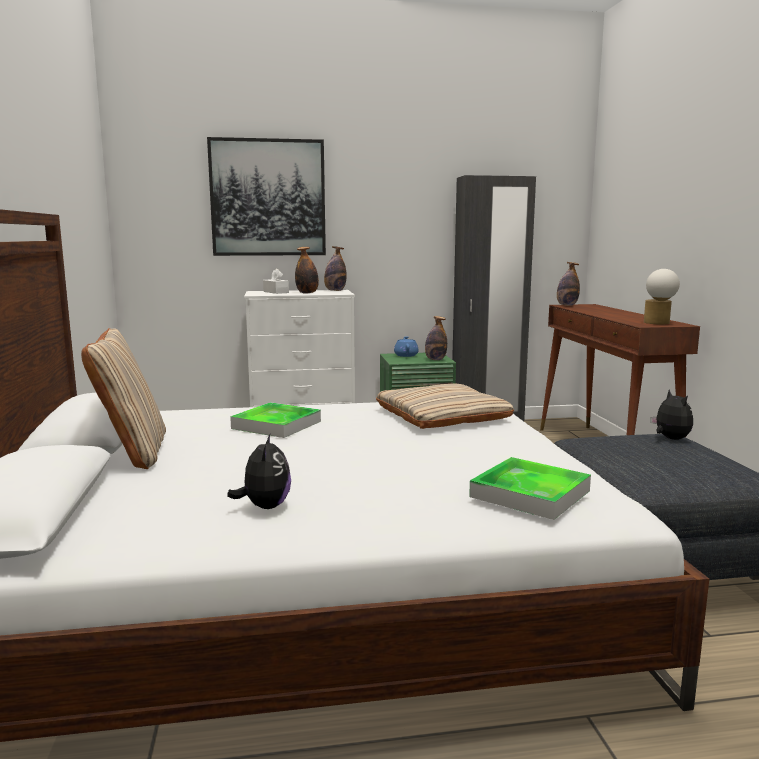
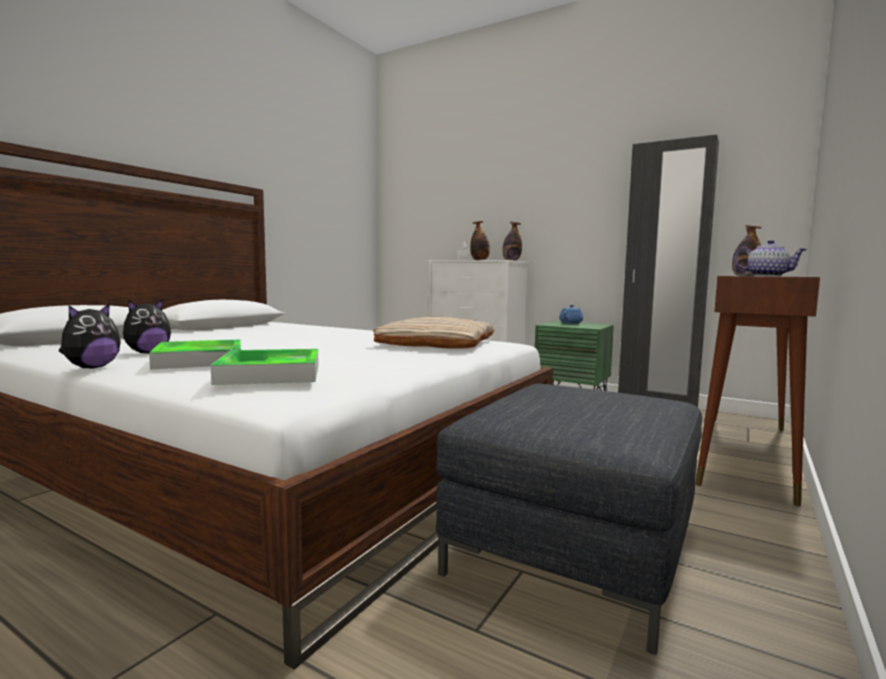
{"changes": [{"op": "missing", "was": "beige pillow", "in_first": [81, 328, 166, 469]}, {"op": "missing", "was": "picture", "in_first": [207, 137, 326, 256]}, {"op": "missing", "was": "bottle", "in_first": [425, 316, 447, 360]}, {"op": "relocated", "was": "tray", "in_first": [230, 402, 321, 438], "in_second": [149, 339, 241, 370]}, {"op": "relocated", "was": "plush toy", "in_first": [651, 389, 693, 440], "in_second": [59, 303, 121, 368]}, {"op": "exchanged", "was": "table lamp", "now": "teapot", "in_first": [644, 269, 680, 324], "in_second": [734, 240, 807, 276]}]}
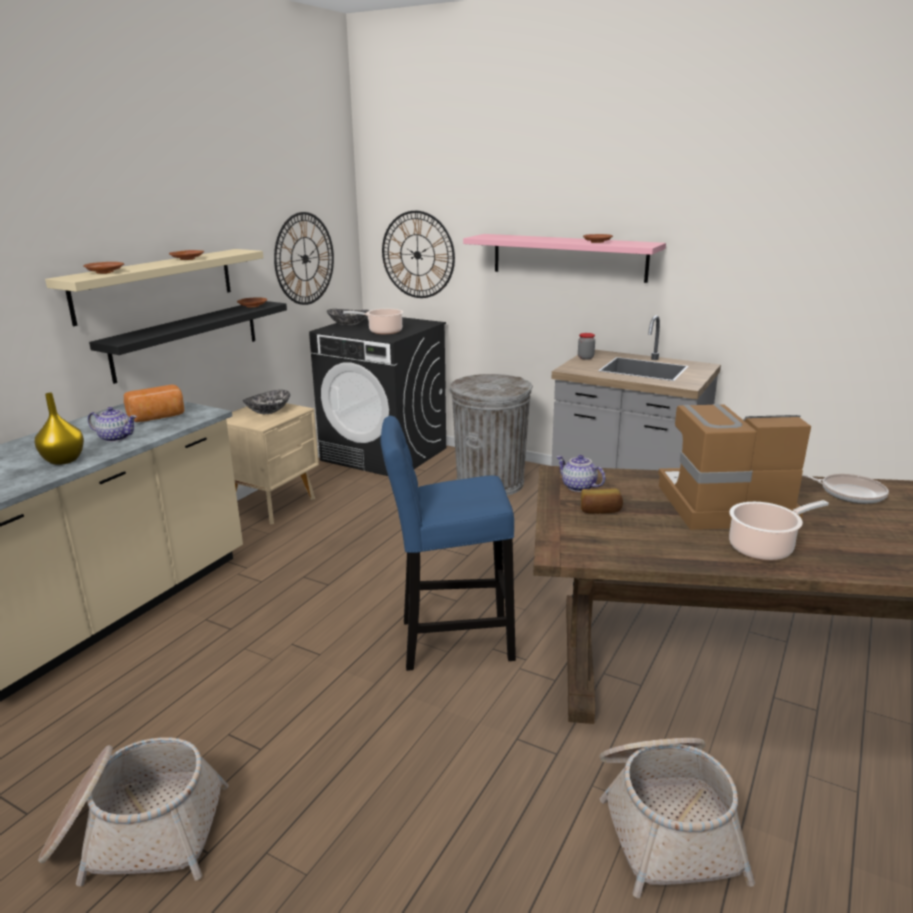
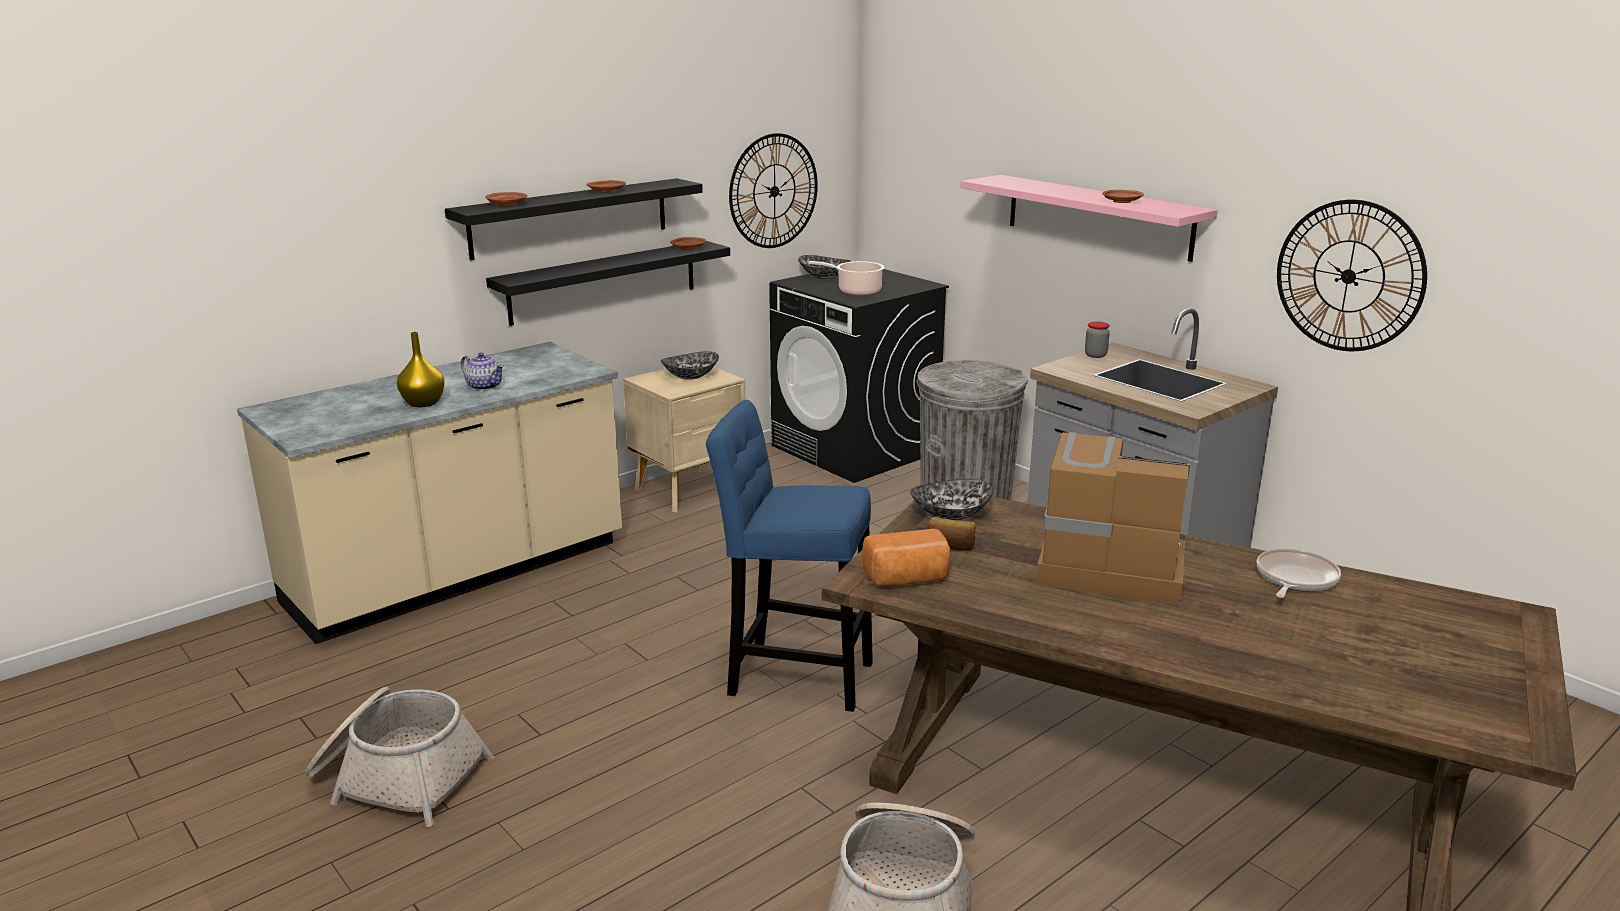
{"changes": [{"op": "missing", "was": "cooking pot", "in_first": [729, 500, 829, 561]}, {"op": "relocated", "was": "bread", "in_first": [124, 385, 184, 422], "in_second": [862, 529, 951, 586]}, {"op": "relocated", "was": "wall clock", "in_first": [382, 211, 455, 298], "in_second": [1277, 200, 1427, 351]}, {"op": "exchanged", "was": "teapot", "now": "bowl", "in_first": [556, 455, 606, 492], "in_second": [910, 479, 993, 520]}, {"op": "colour", "was": "beige shelf", "now": "black shelf", "in_first": [45, 249, 263, 326], "in_second": [445, 178, 703, 260]}, {"op": "spun", "was": "frying pan", "in_first": [802, 474, 889, 504], "in_second": [1257, 548, 1341, 598], "clockwise": -105}]}
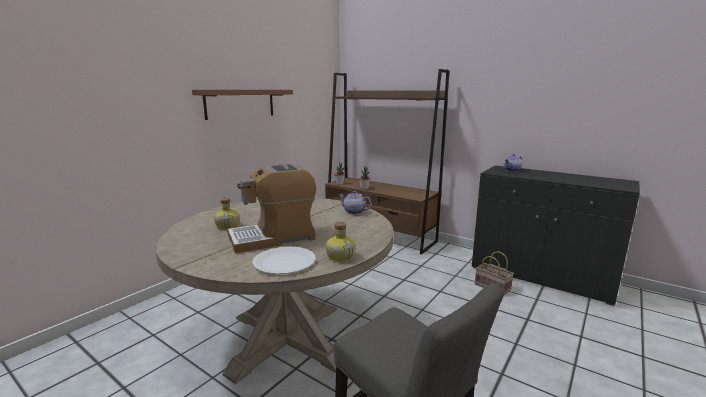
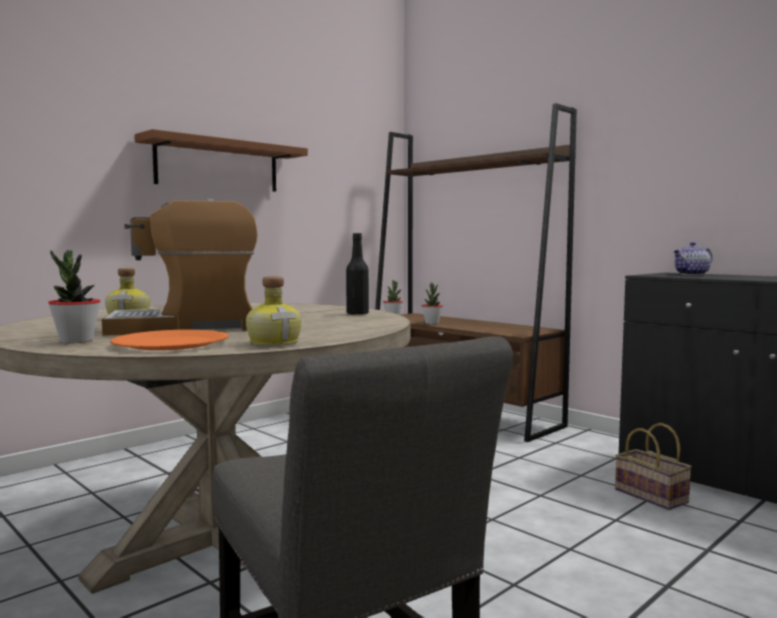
{"changes": [{"op": "appeared", "now": "potted plant", "in_second": [48, 250, 100, 343]}, {"op": "exchanged", "was": "teapot", "now": "black bottle", "in_first": [338, 191, 372, 214], "in_second": [346, 233, 369, 315]}, {"op": "colour", "was": "white plate", "now": "orange plate", "in_first": [252, 246, 316, 274], "in_second": [110, 330, 228, 350]}]}
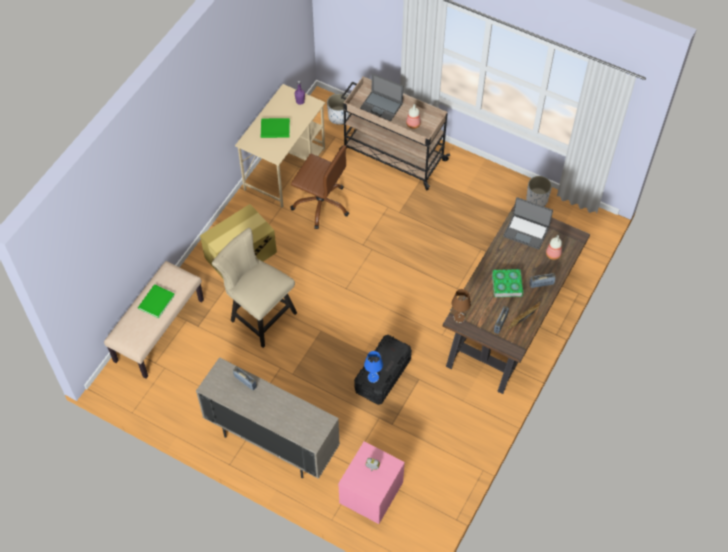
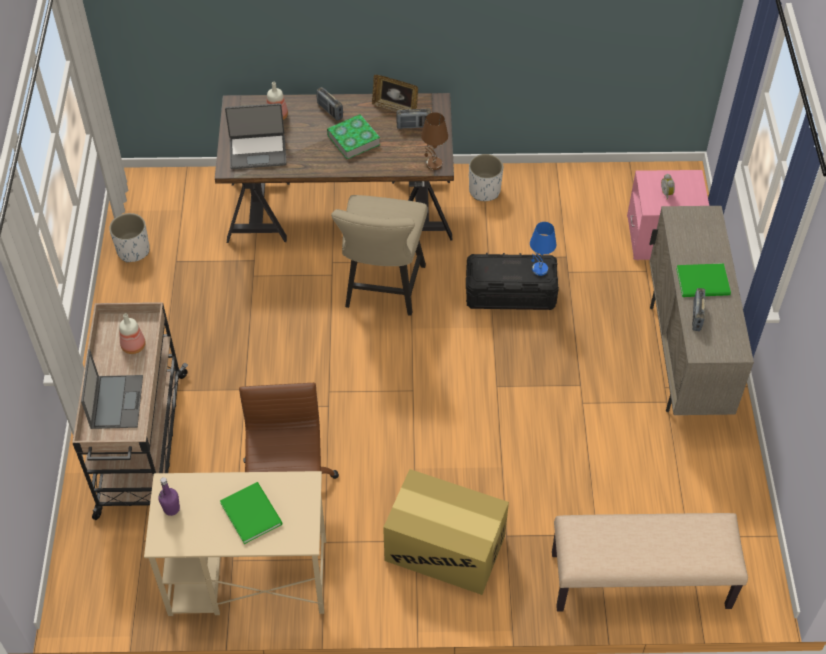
{"changes": [{"op": "relocated", "was": "green book", "in_first": [138, 284, 175, 318], "in_second": [676, 263, 731, 297]}, {"op": "relocated", "was": "beige chair", "in_first": [212, 228, 297, 348], "in_second": [331, 195, 427, 316]}, {"op": "relocated", "was": "white planter", "in_first": [327, 94, 349, 125], "in_second": [469, 154, 503, 201]}, {"op": "spun", "was": "laptop", "in_first": [503, 197, 553, 249], "in_second": [225, 103, 287, 169], "clockwise": 90}]}
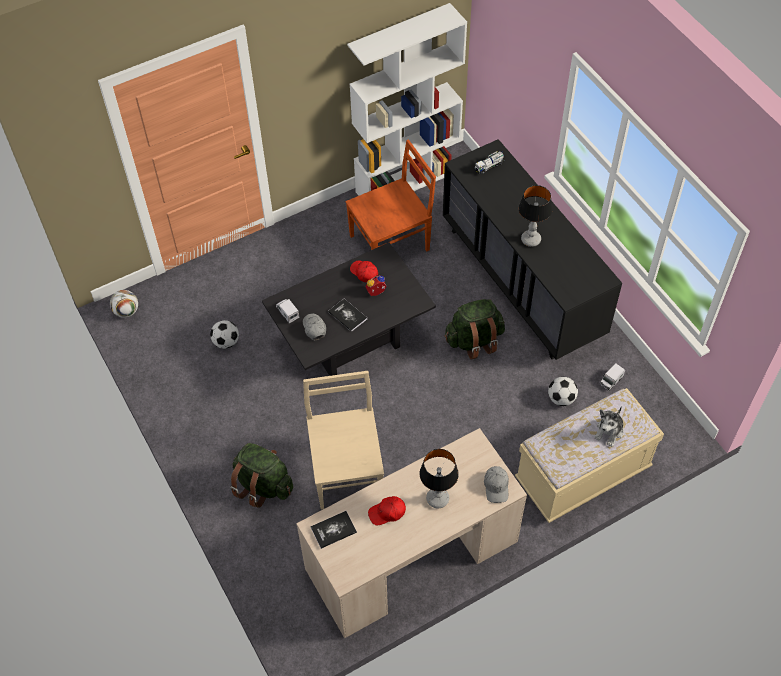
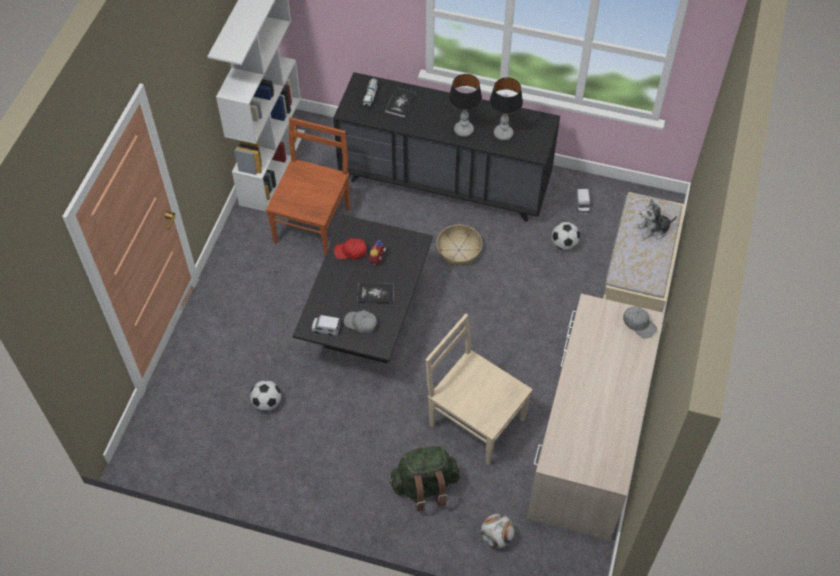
{"changes": [{"op": "missing", "was": "red cap", "in_first": [368, 496, 406, 525]}, {"op": "relocated", "was": "football", "in_first": [110, 290, 138, 318], "in_second": [481, 514, 515, 548]}, {"op": "relocated", "was": "book", "in_first": [310, 511, 357, 549], "in_second": [385, 88, 417, 117]}, {"op": "relocated", "was": "table lamp", "in_first": [420, 449, 459, 508], "in_second": [490, 77, 523, 141]}, {"op": "exchanged", "was": "green backpack", "now": "basket", "in_first": [445, 299, 505, 360], "in_second": [436, 225, 482, 265]}, {"op": "spun", "was": "plush toy", "in_first": [594, 406, 624, 447], "in_second": [637, 198, 677, 240], "clockwise": 90}]}
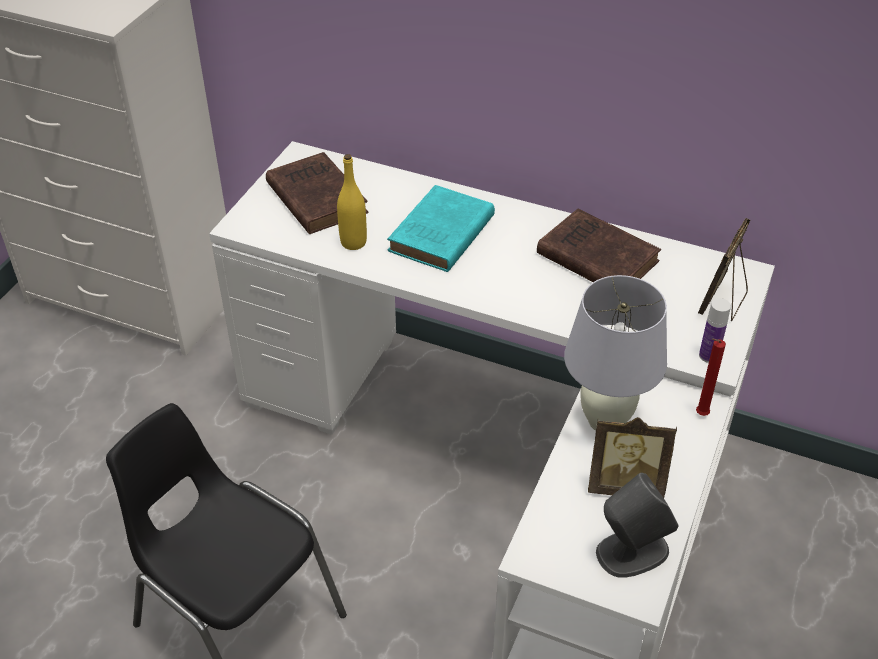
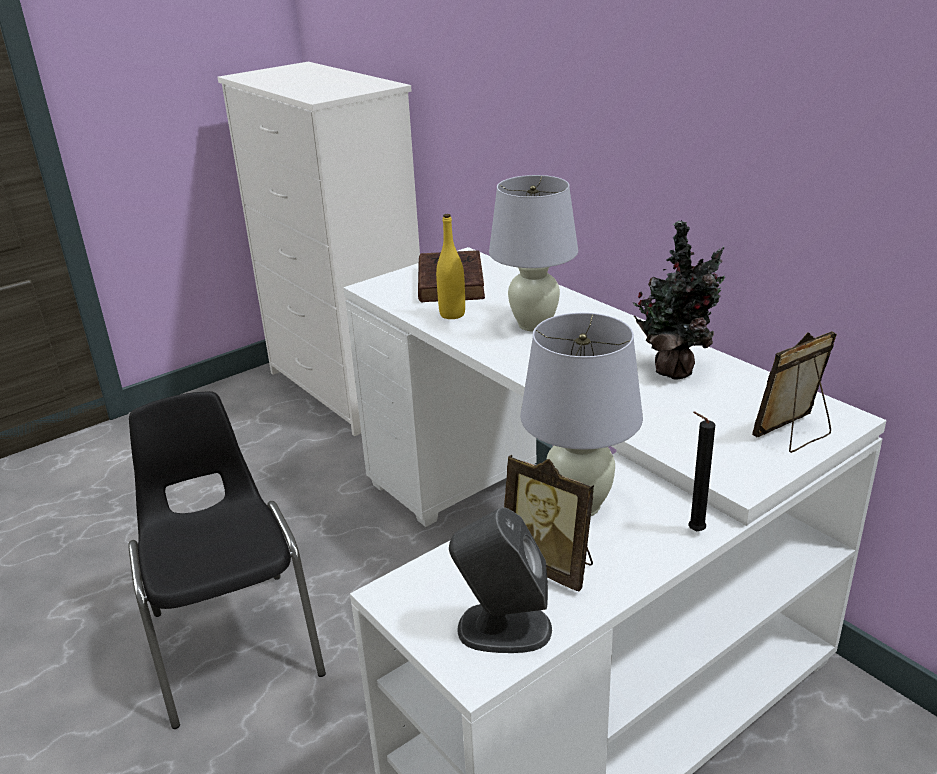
{"changes": [{"op": "missing", "was": "bottle", "in_first": [699, 298, 731, 363]}, {"op": "exchanged", "was": "turquoise book", "now": "white table lamp", "in_first": [387, 185, 495, 272], "in_second": [489, 175, 578, 331]}, {"op": "exchanged", "was": "brown book", "now": "potted plant", "in_first": [537, 209, 661, 282], "in_second": [633, 220, 725, 379]}, {"op": "colour", "was": "red candle", "now": "black candle", "in_first": [696, 338, 726, 416], "in_second": [688, 412, 715, 531]}]}
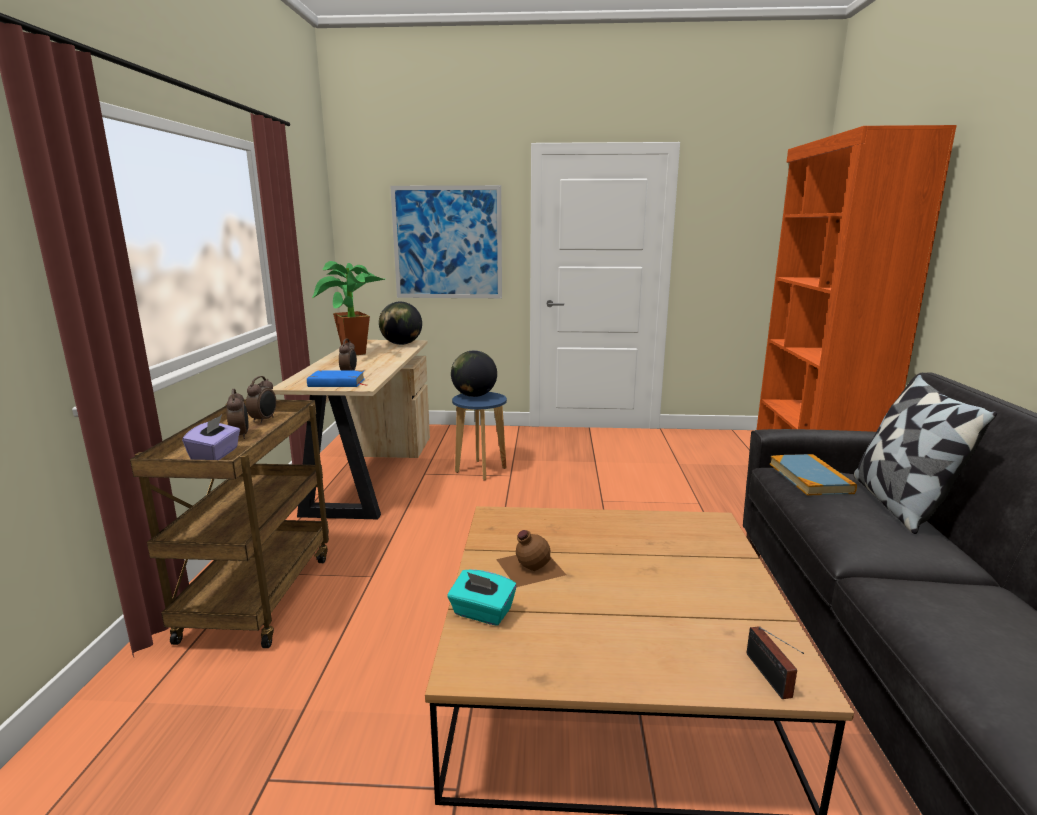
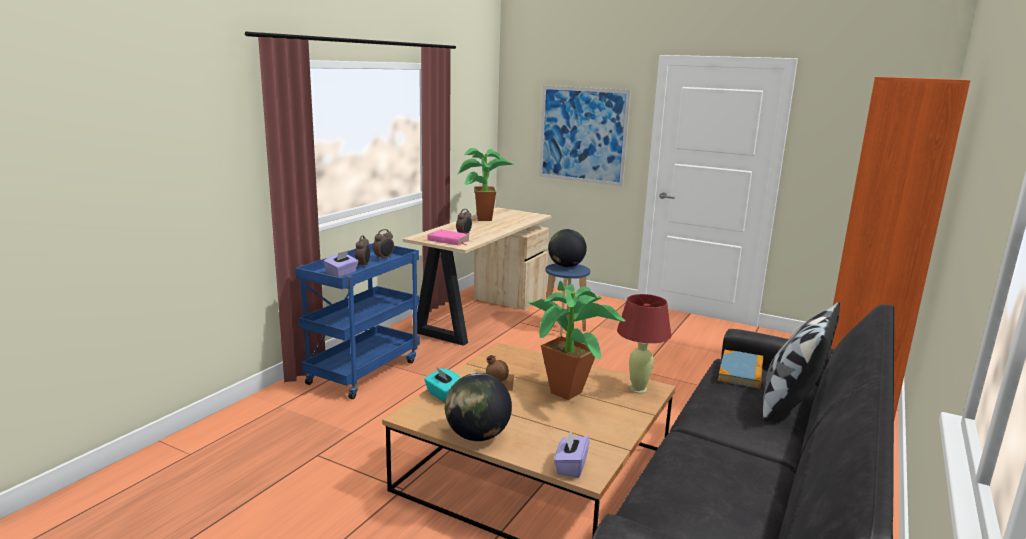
{"changes": [{"op": "appeared", "now": "potted plant", "in_second": [527, 281, 625, 400]}, {"op": "appeared", "now": "red table lamp", "in_second": [617, 294, 671, 394]}, {"op": "relocated", "was": "globe", "in_first": [379, 302, 422, 345], "in_second": [445, 373, 512, 441]}, {"op": "exchanged", "was": "radio", "now": "purple tissue box", "in_first": [747, 626, 804, 699], "in_second": [554, 431, 590, 478]}, {"op": "colour", "was": "brown cart", "now": "blue cart", "in_first": [130, 399, 329, 648], "in_second": [295, 243, 420, 399]}, {"op": "colour", "was": "blue book", "now": "pink book", "in_first": [307, 370, 368, 387], "in_second": [428, 230, 470, 245]}]}
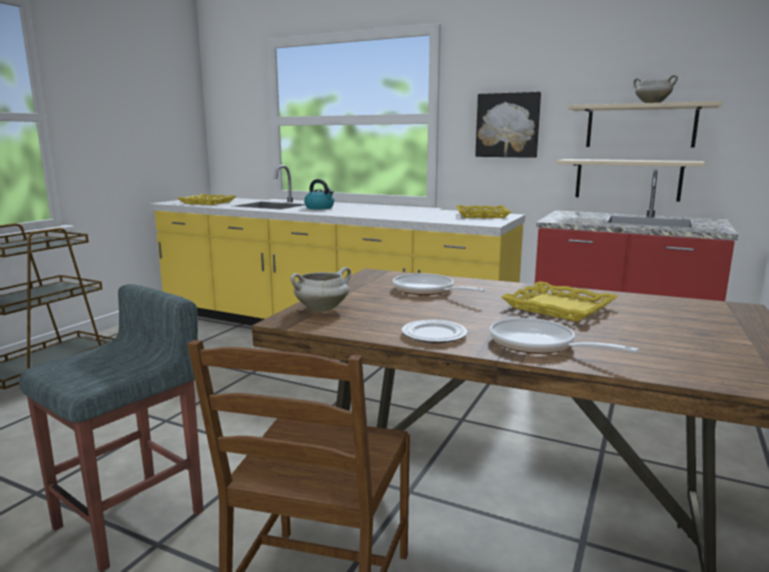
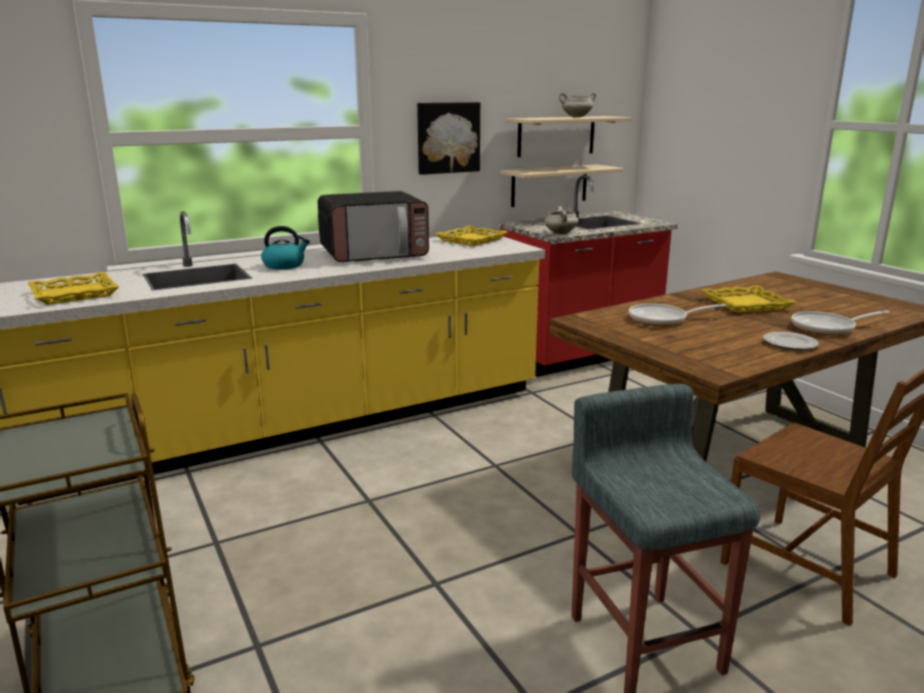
{"changes": [{"op": "appeared", "now": "microwave", "in_second": [318, 191, 429, 262]}, {"op": "relocated", "was": "white cooking pot", "in_first": [290, 267, 351, 312], "in_second": [544, 206, 578, 234]}]}
